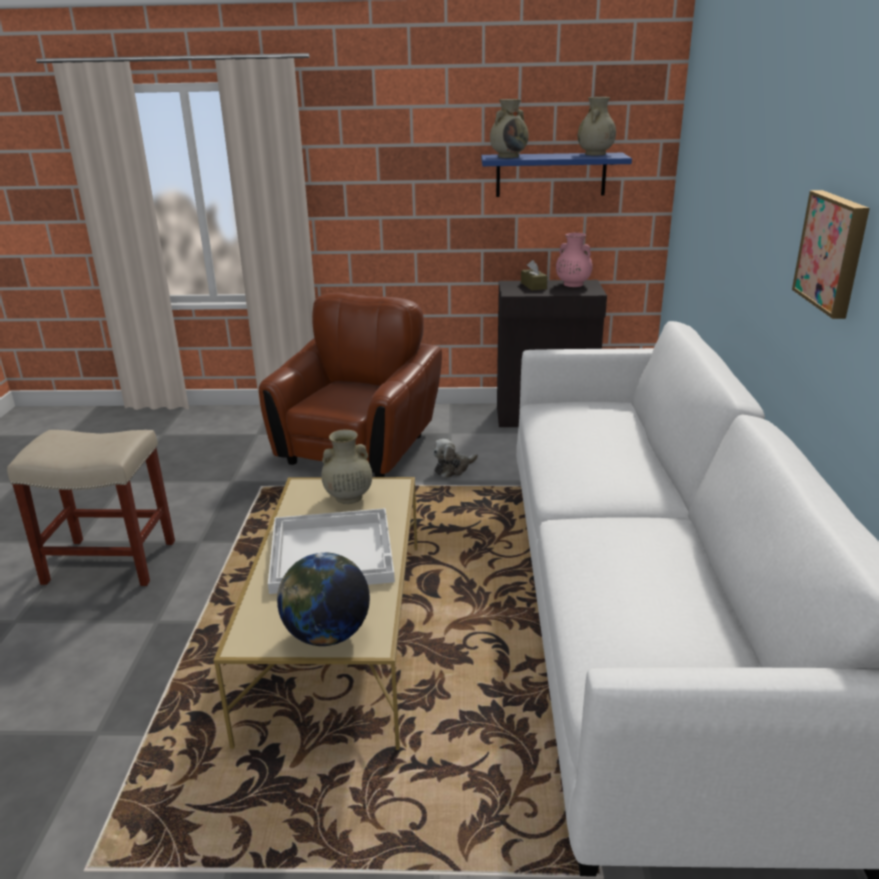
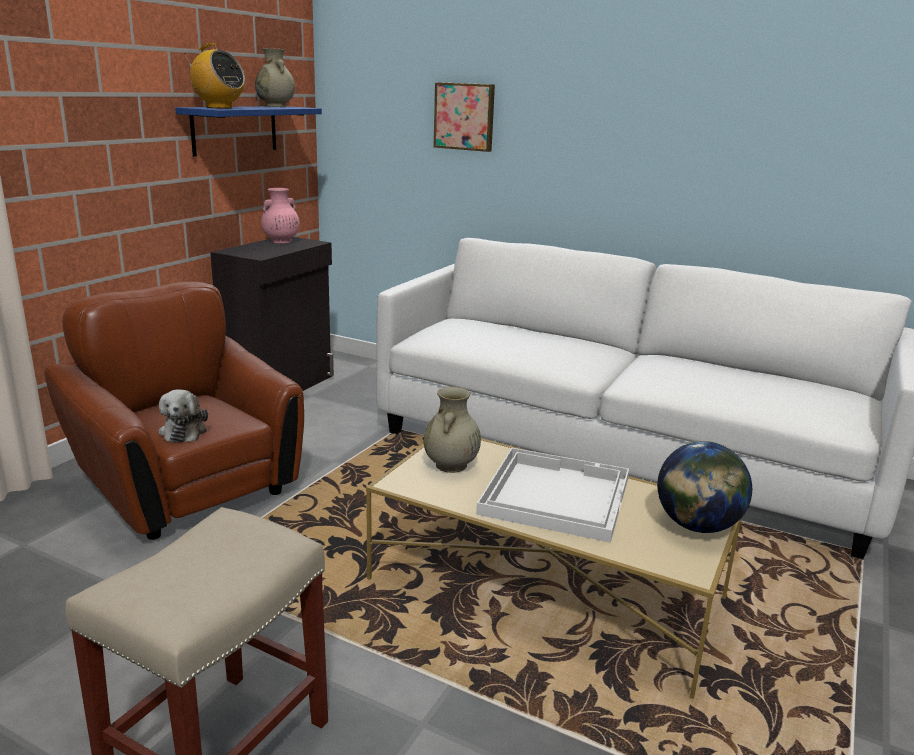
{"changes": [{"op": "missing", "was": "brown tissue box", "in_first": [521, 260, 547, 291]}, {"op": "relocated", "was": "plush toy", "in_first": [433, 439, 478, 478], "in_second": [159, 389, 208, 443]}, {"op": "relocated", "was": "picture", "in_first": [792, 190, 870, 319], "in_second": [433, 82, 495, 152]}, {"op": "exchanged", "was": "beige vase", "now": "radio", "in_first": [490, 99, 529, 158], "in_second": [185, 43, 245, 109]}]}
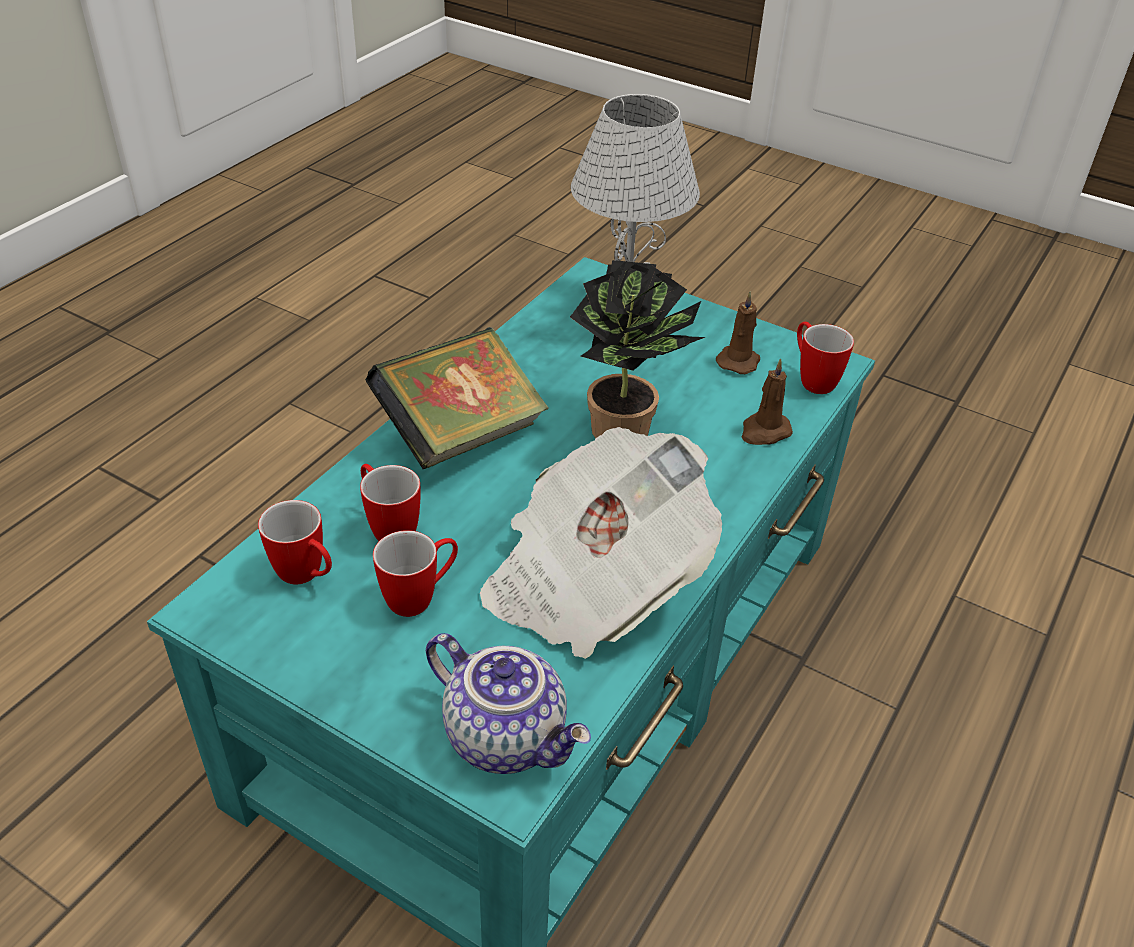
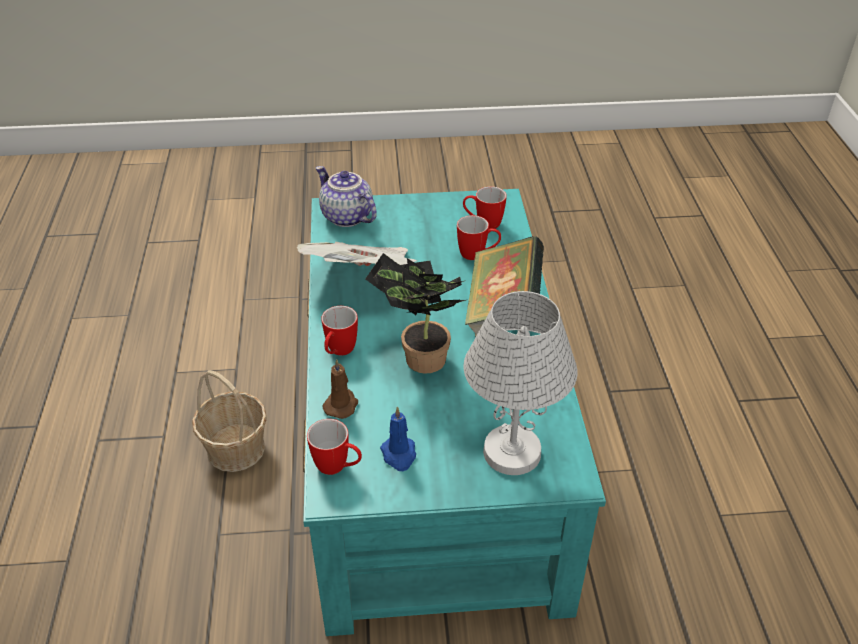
{"changes": [{"op": "appeared", "now": "basket", "in_second": [192, 370, 267, 472]}, {"op": "relocated", "was": "mug", "in_first": [373, 530, 458, 617], "in_second": [321, 306, 358, 356]}, {"op": "colour", "was": "brown candle", "now": "blue candle", "in_first": [716, 291, 760, 374], "in_second": [380, 407, 416, 471]}, {"op": "spun", "was": "teapot", "in_first": [426, 633, 591, 774], "in_second": [316, 166, 377, 227], "clockwise": 45}]}
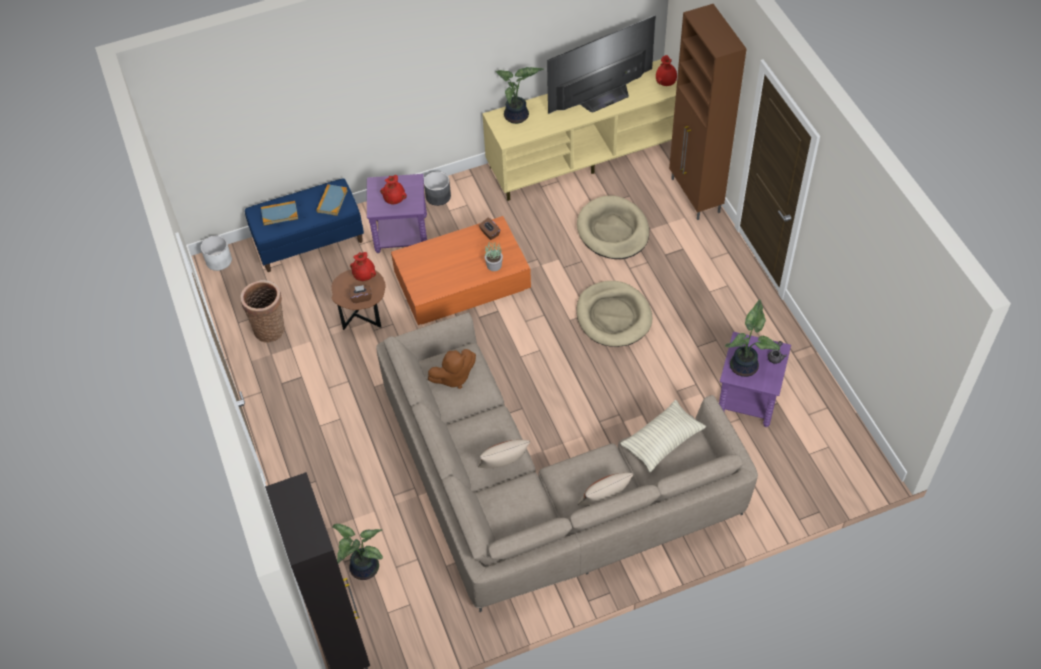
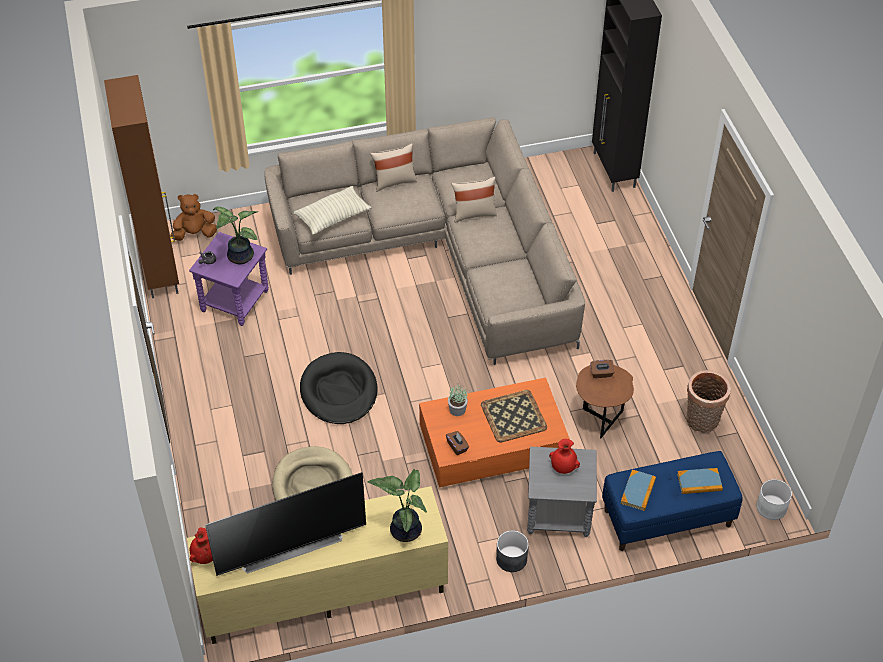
{"changes": [{"op": "missing", "was": "potted plant", "in_first": [333, 524, 383, 580]}, {"op": "missing", "was": "red vase", "in_first": [350, 252, 376, 281]}, {"op": "appeared", "now": "tray", "in_second": [481, 390, 547, 443]}, {"op": "relocated", "was": "brown plush toy", "in_first": [428, 349, 476, 389], "in_second": [170, 194, 217, 241]}, {"op": "relocated", "was": "brown cabinet", "in_first": [669, 4, 747, 220], "in_second": [104, 75, 179, 298]}, {"op": "colour", "was": "purple side table", "now": "grey side table", "in_first": [367, 174, 427, 253], "in_second": [527, 447, 597, 537]}, {"op": "colour", "was": "beige dog bed", "now": "black dog bed", "in_first": [576, 281, 652, 347], "in_second": [300, 352, 378, 424]}]}
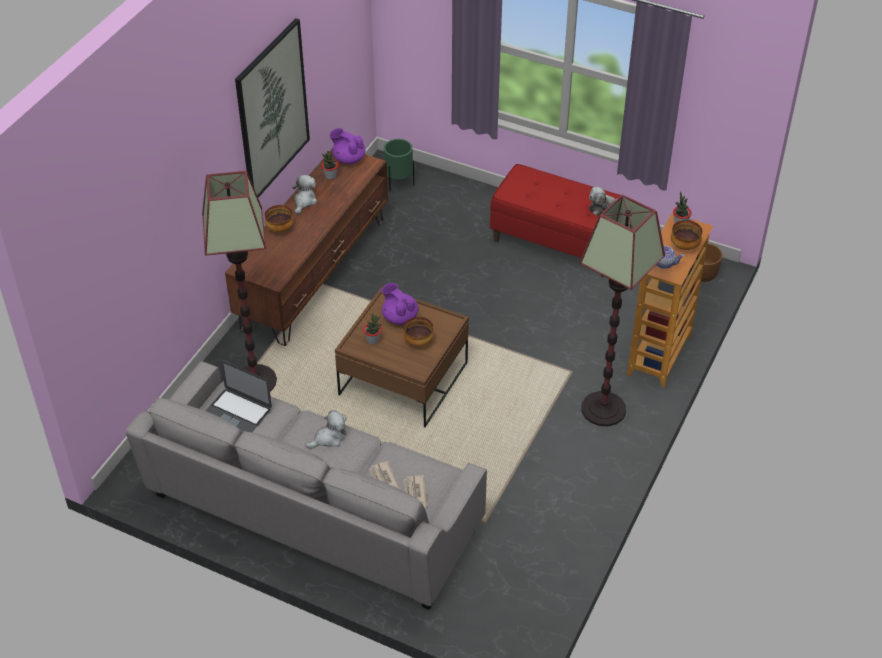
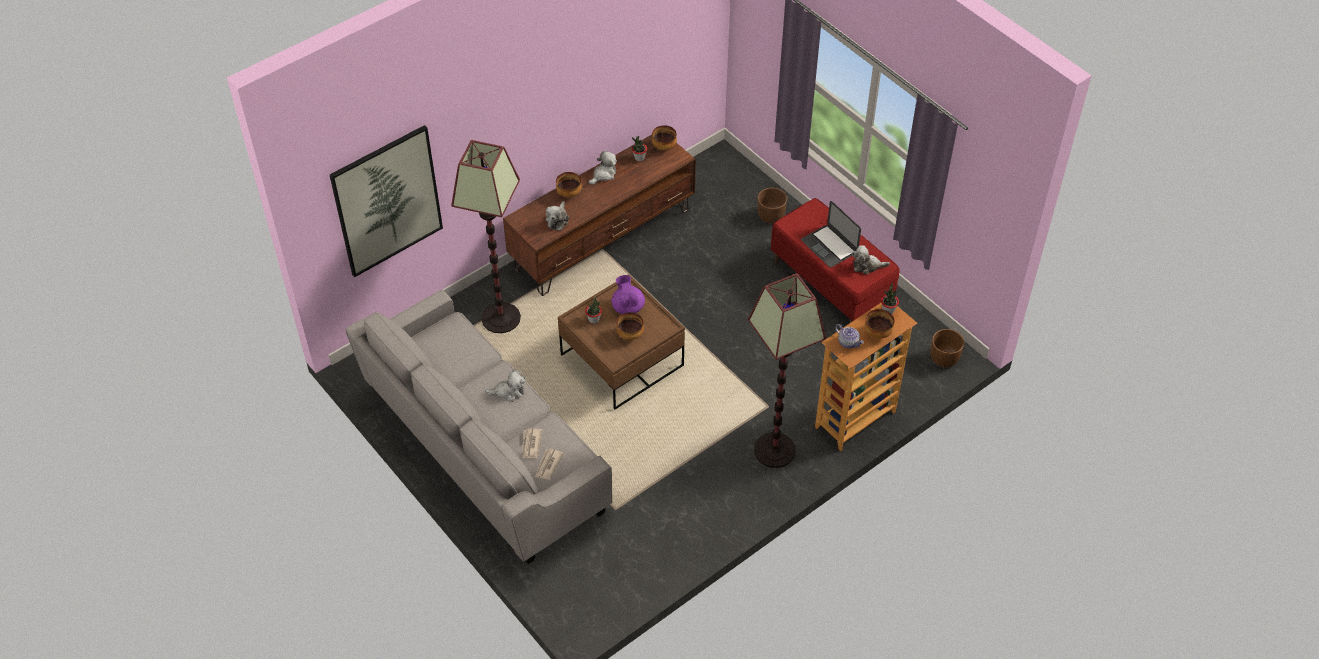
{"changes": [{"op": "missing", "was": "green planter", "in_first": [384, 139, 414, 191]}, {"op": "appeared", "now": "plush toy", "in_second": [546, 201, 569, 230]}, {"op": "appeared", "now": "brown planter", "in_second": [757, 188, 787, 223]}, {"op": "relocated", "was": "laptop", "in_first": [205, 360, 272, 432], "in_second": [801, 201, 861, 267]}, {"op": "relocated", "was": "picture", "in_first": [235, 18, 310, 198], "in_second": [330, 125, 443, 277]}, {"op": "exchanged", "was": "purple teapot", "now": "bowl", "in_first": [329, 128, 365, 164], "in_second": [652, 125, 677, 150]}]}
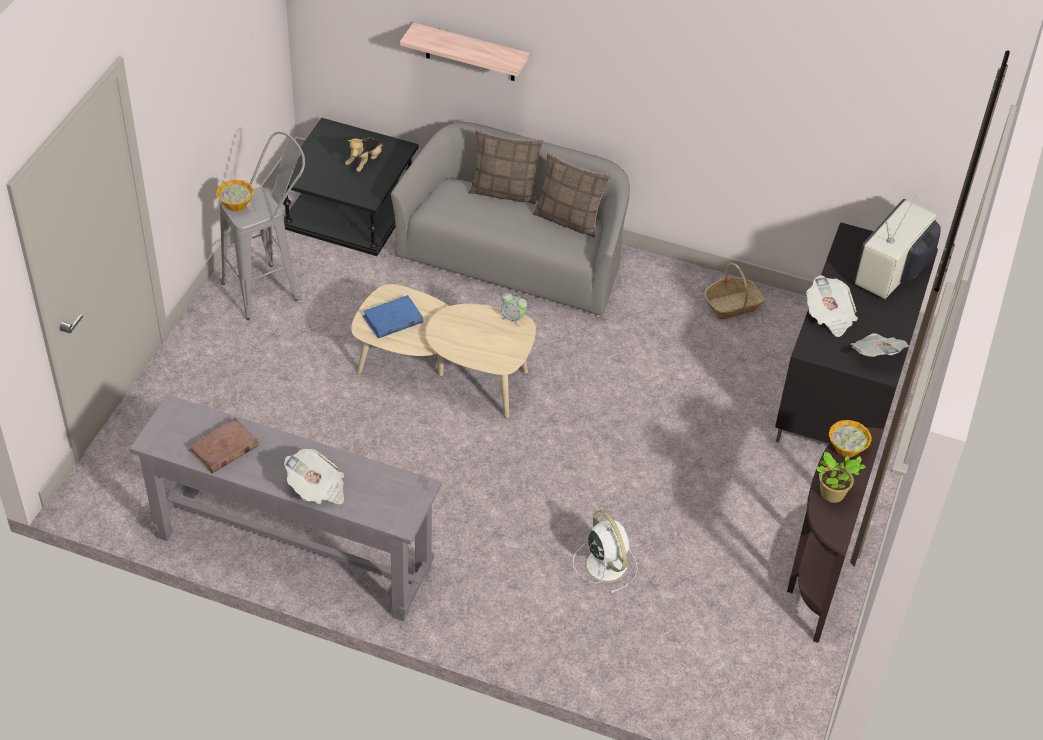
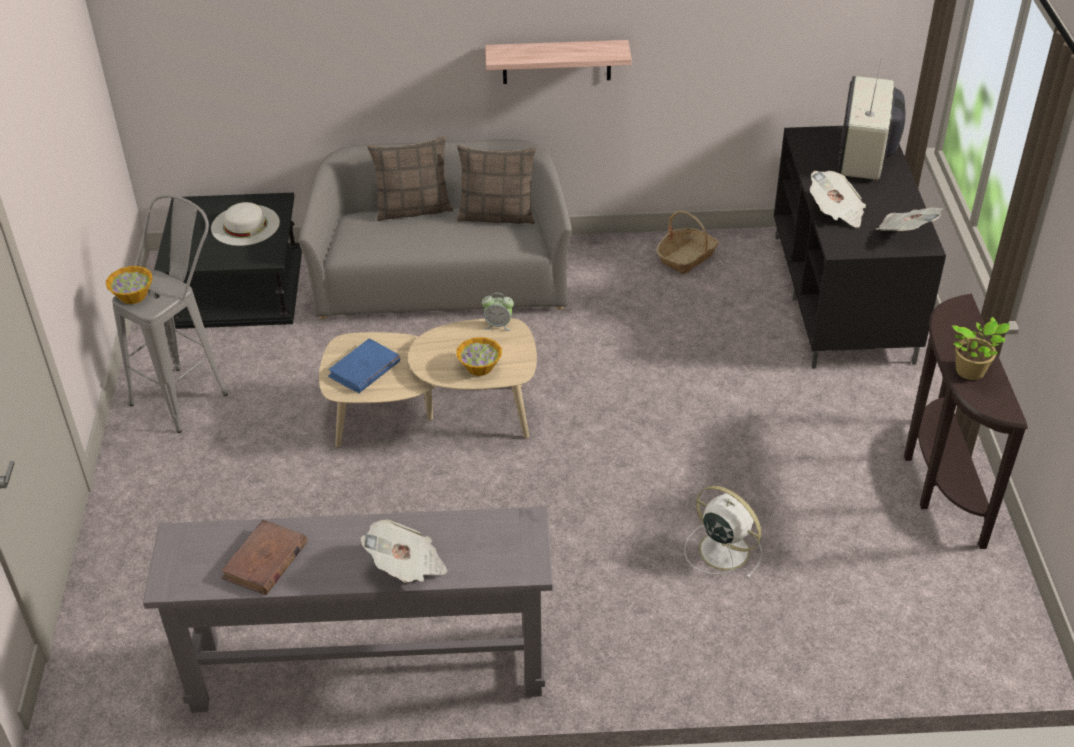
{"changes": [{"op": "relocated", "was": "shelf", "in_first": [400, 23, 530, 81], "in_second": [485, 40, 632, 84]}, {"op": "relocated", "was": "bowl", "in_first": [829, 420, 872, 457], "in_second": [456, 337, 502, 376]}, {"op": "exchanged", "was": "plush toy", "now": "white hat", "in_first": [345, 138, 383, 172], "in_second": [211, 202, 280, 246]}]}
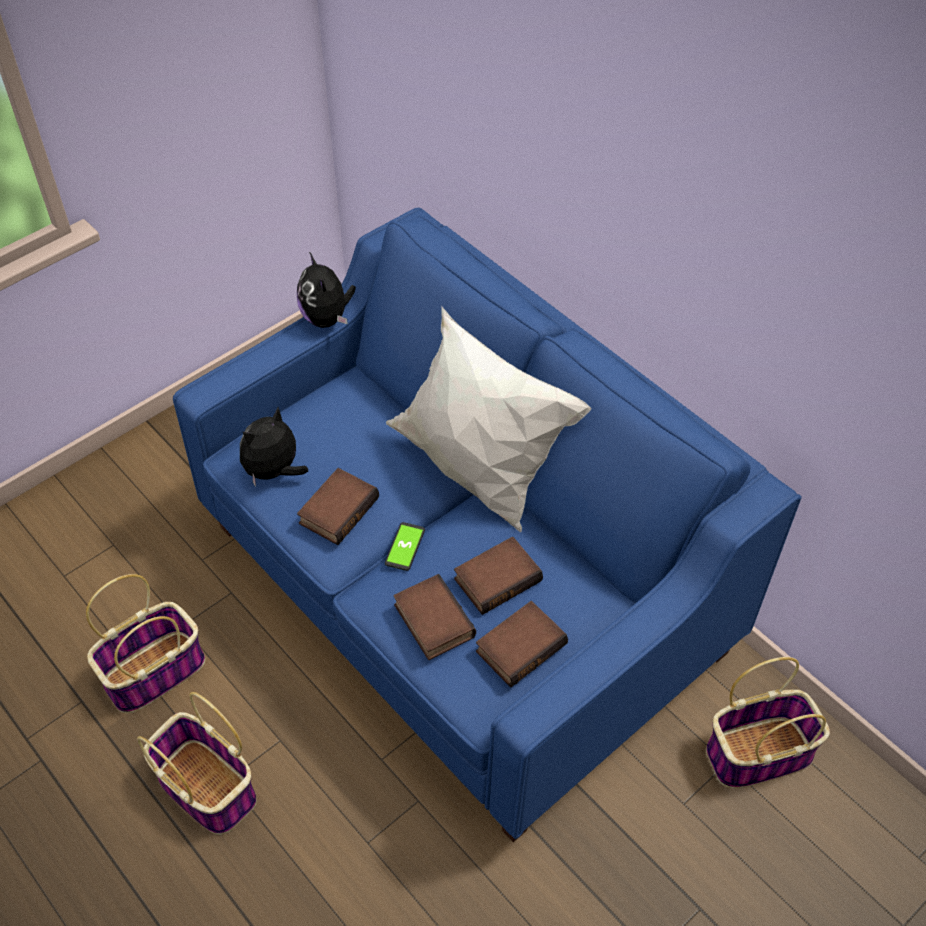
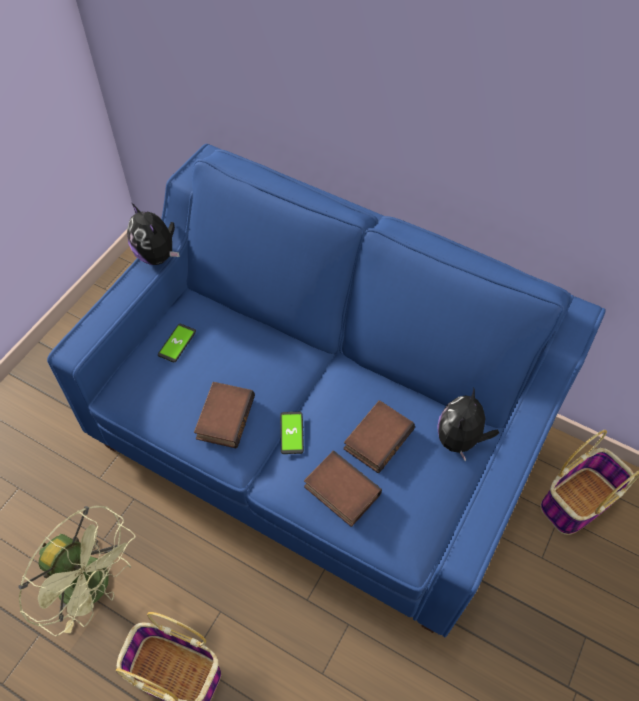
{"changes": [{"op": "missing", "was": "white pillow", "in_first": [386, 307, 592, 532]}, {"op": "missing", "was": "book", "in_first": [476, 601, 568, 687]}, {"op": "appeared", "now": "phone", "in_second": [158, 324, 196, 362]}, {"op": "relocated", "was": "plush toy", "in_first": [240, 407, 308, 487], "in_second": [437, 388, 499, 462]}, {"op": "exchanged", "was": "basket", "now": "green fan", "in_first": [86, 574, 206, 714], "in_second": [18, 506, 135, 636]}]}
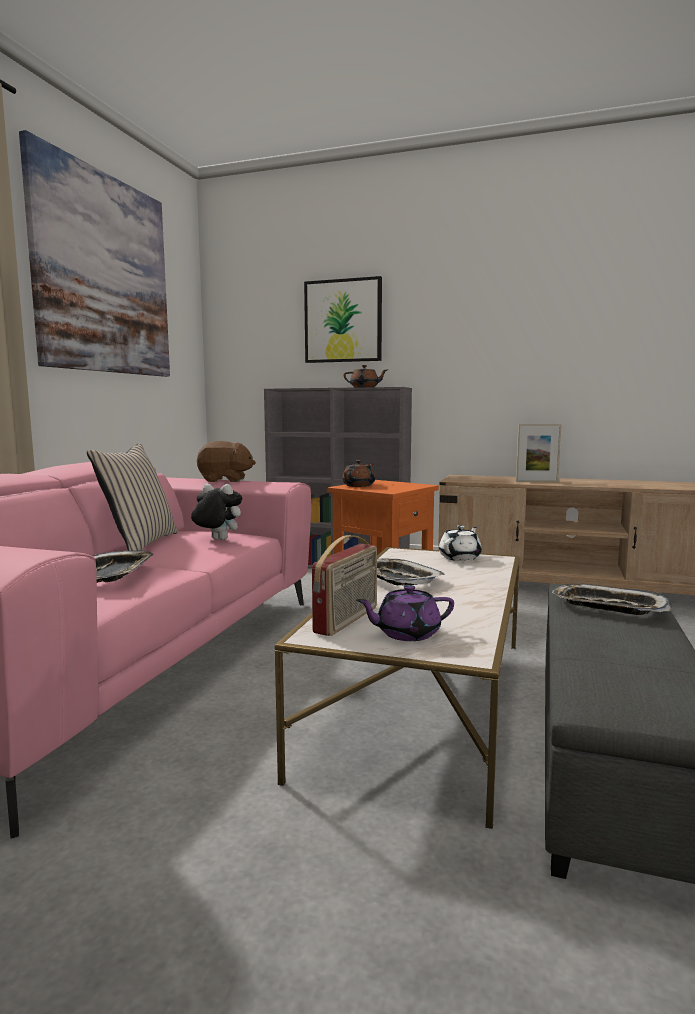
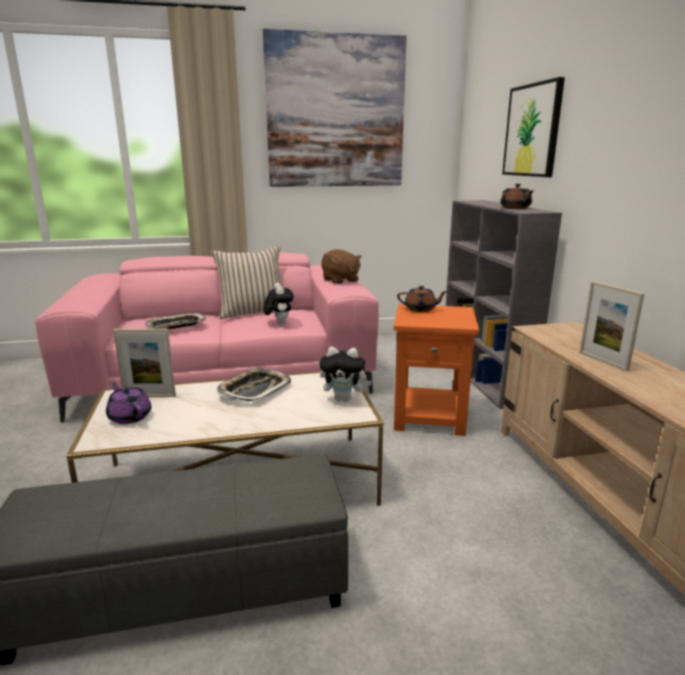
{"changes": [{"op": "missing", "was": "tray", "in_first": [552, 583, 672, 615]}, {"op": "exchanged", "was": "radio", "now": "picture frame", "in_first": [312, 535, 377, 636], "in_second": [113, 328, 176, 397]}, {"op": "exchanged", "was": "white teapot", "now": "plush toy", "in_first": [439, 525, 482, 561], "in_second": [319, 347, 372, 402]}]}
